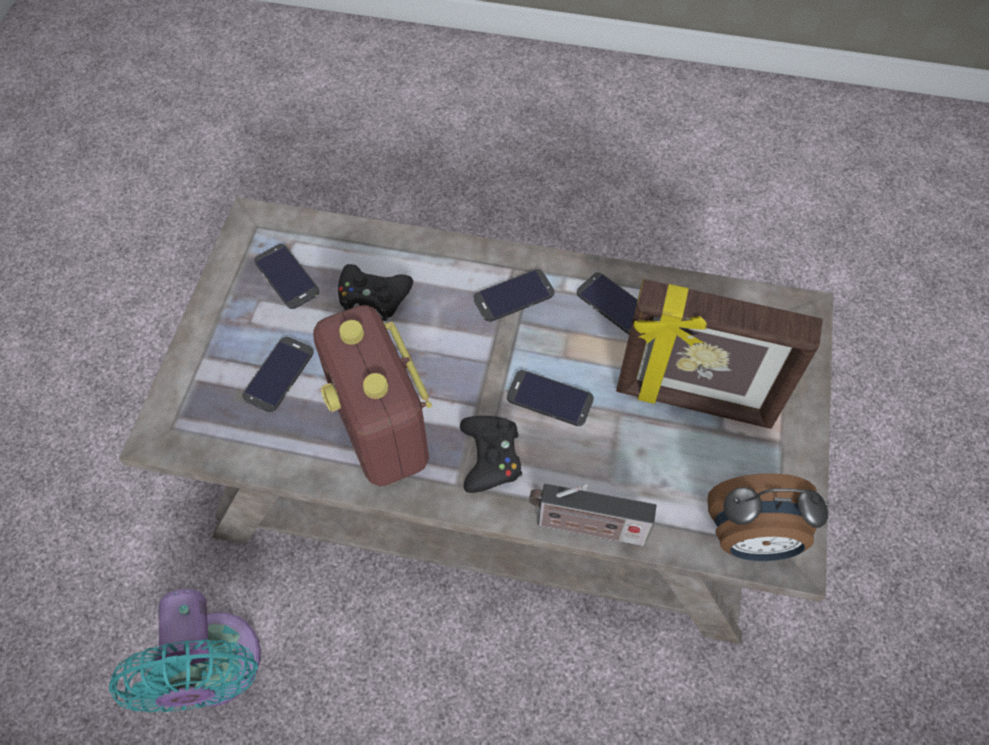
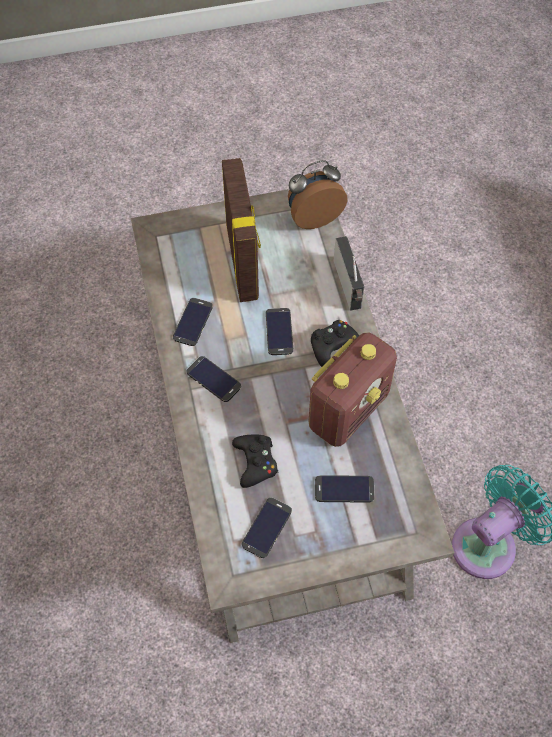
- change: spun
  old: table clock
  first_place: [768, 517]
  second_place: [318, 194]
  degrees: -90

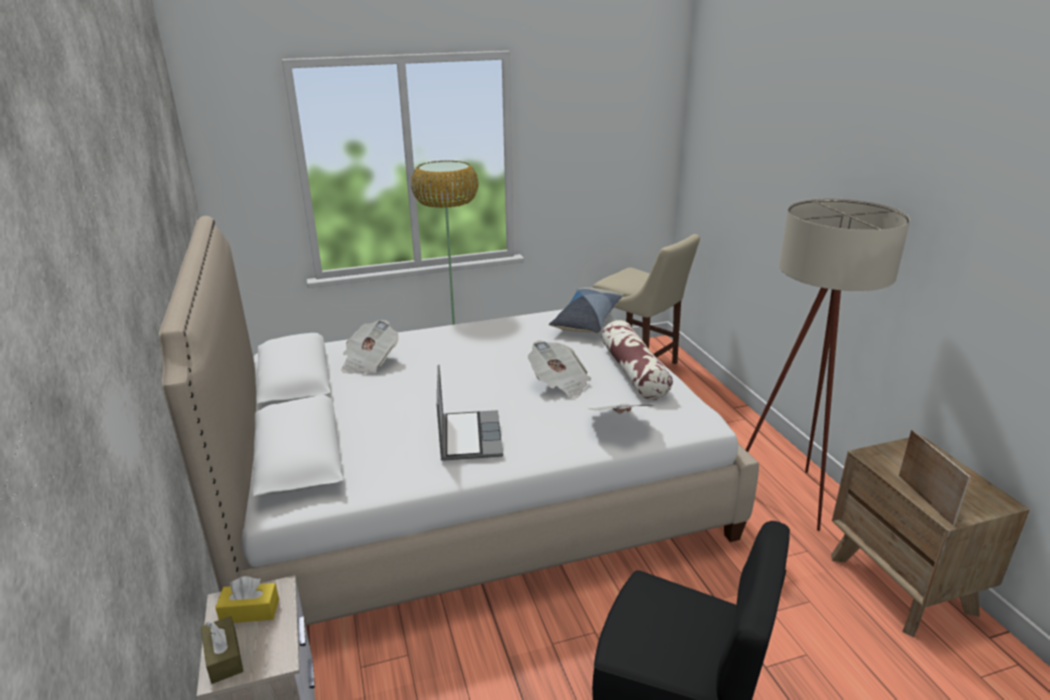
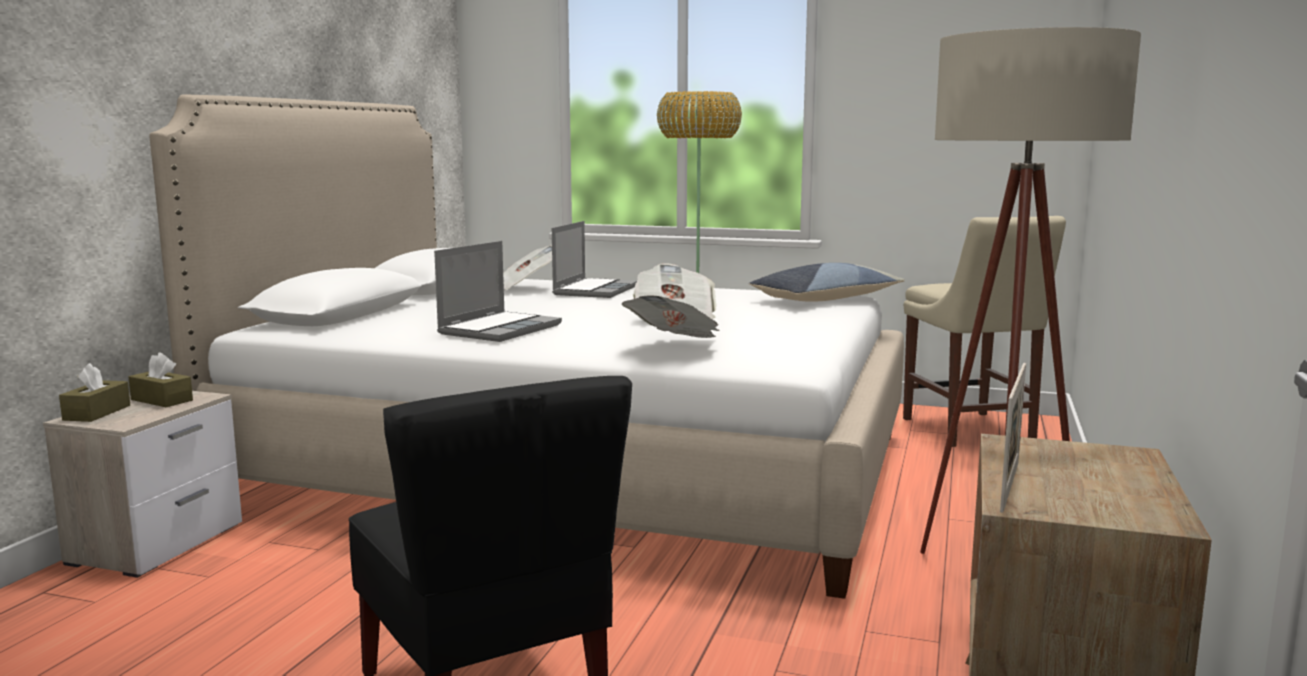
- change: colour
  old: tissue box (yellow-coloured)
  new: tissue box (brownish)
  first_place: [247, 599]
  second_place: [161, 379]
- change: missing
  old: cushion
  first_place: [637, 360]
- change: appeared
  new: portable computer
  second_place: [594, 259]

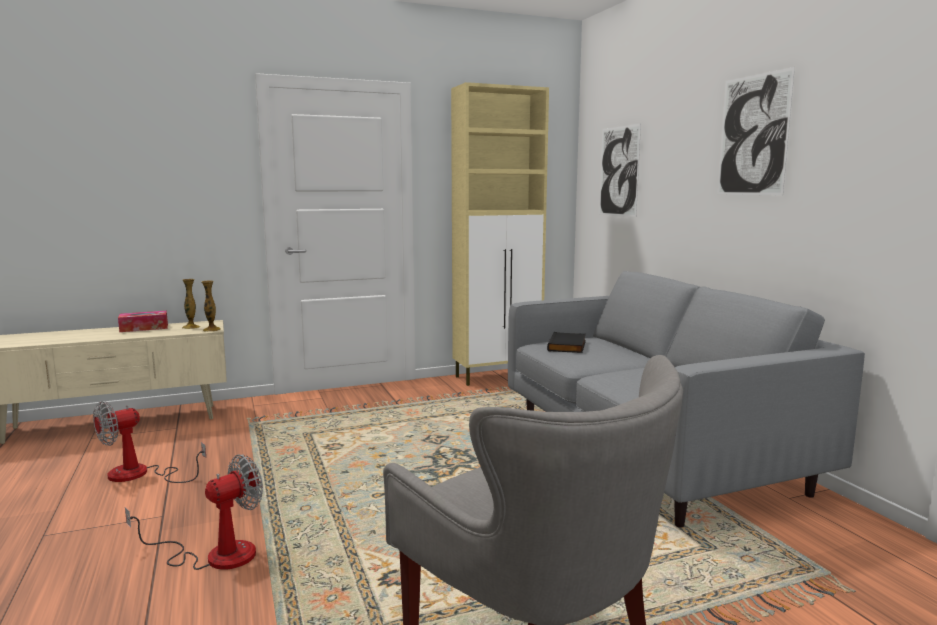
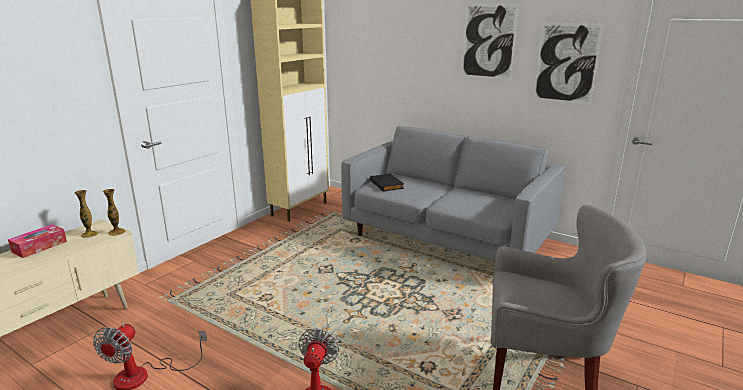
- change: relocated
  old: picture
  first_place: [620, 170]
  second_place: [568, 63]

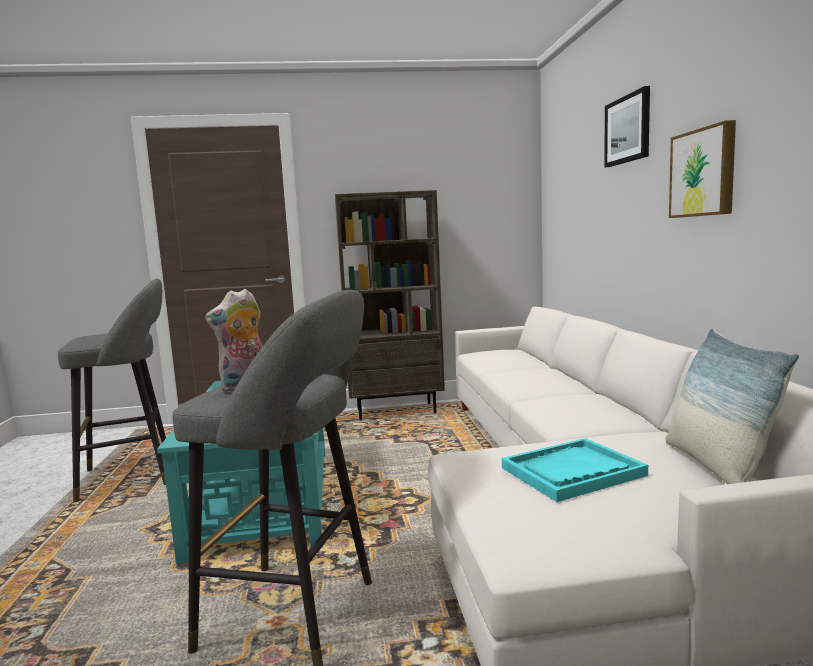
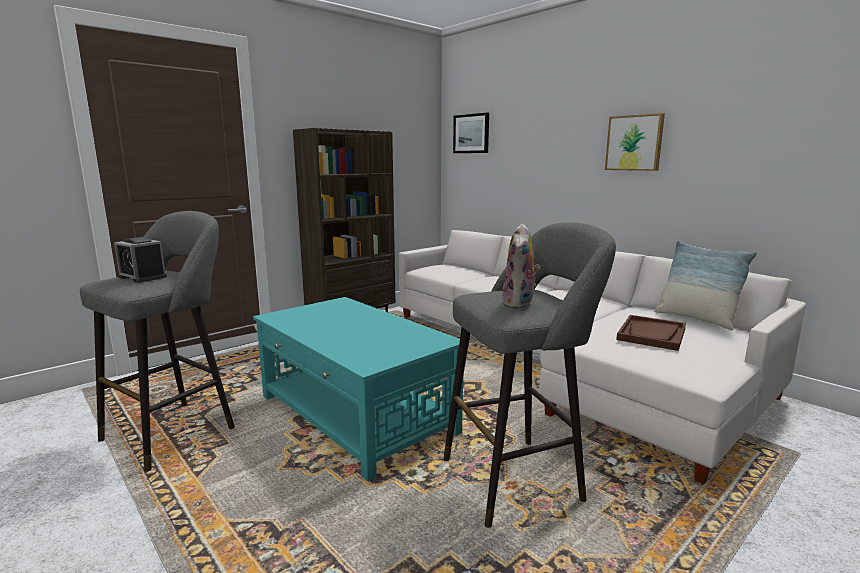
- change: colour
  old: tray (blue-green)
  new: tray (brownish)
  first_place: [575, 470]
  second_place: [651, 333]
- change: relocated
  old: picture
  first_place: [627, 126]
  second_place: [471, 133]
- change: appeared
  new: table clock
  second_place: [140, 260]

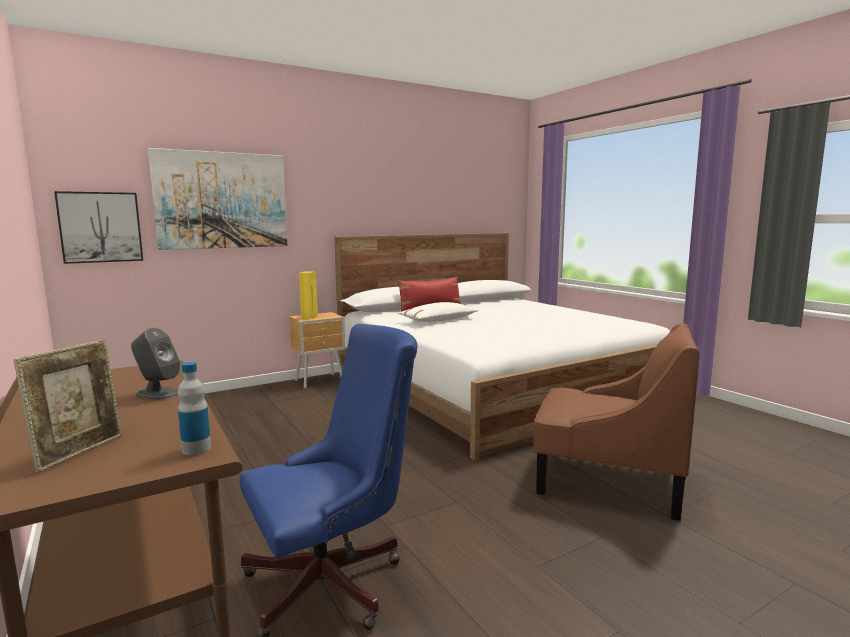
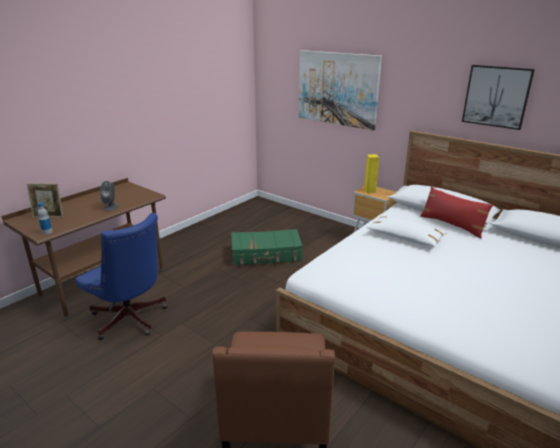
- change: relocated
  old: picture
  first_place: [98, 227]
  second_place: [498, 97]
- change: appeared
  new: suitcase (green)
  second_place: [267, 247]

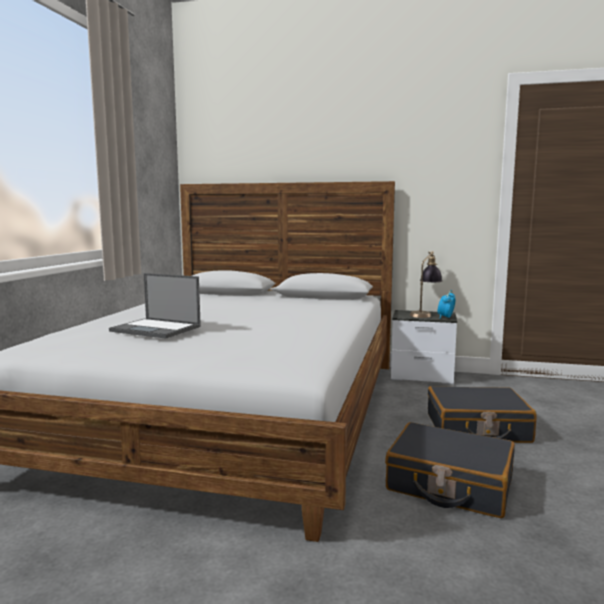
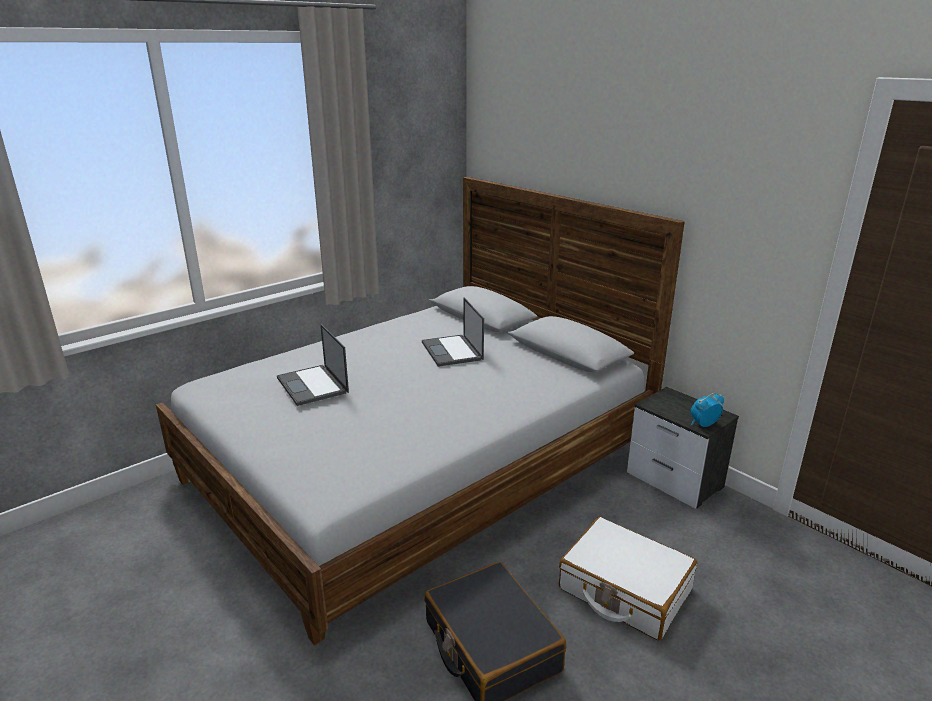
- change: missing
  old: tabletop lamp
  first_place: [426, 284]
- change: colour
  old: suitcase (blackish)
  new: suitcase (white-coloured)
  first_place: [482, 414]
  second_place: [628, 579]
- change: appeared
  new: portable computer
  second_place: [453, 332]

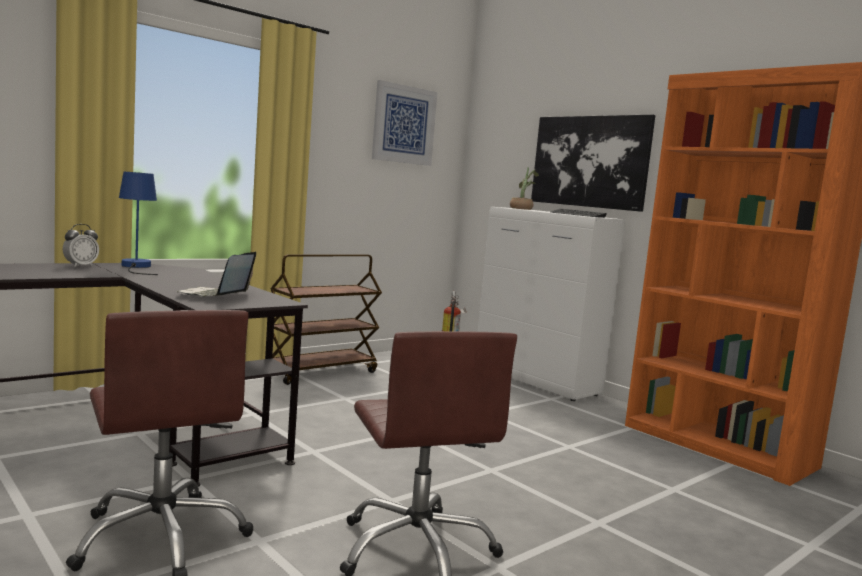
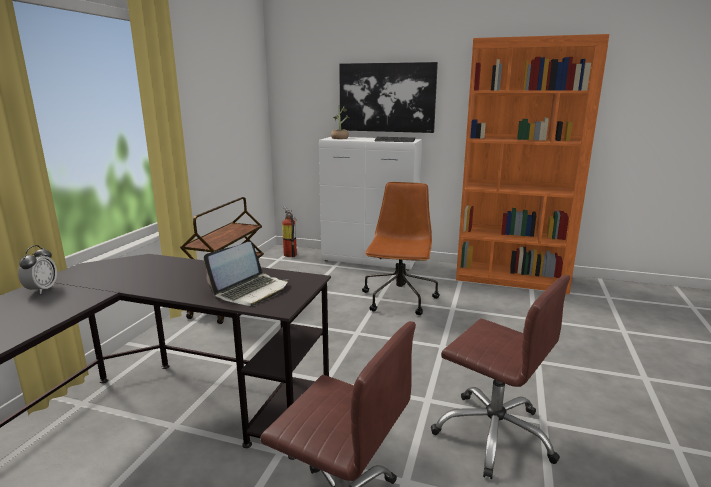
- change: missing
  old: tabletop lamp (blue)
  first_place: [138, 223]
- change: spun
  old: portable computer
  first_place: [216, 274]
  second_place: [246, 274]
  degrees: -120
- change: missing
  old: picture
  first_place: [405, 123]
- change: appeared
  new: computer chair (brownish)
  second_place: [401, 248]

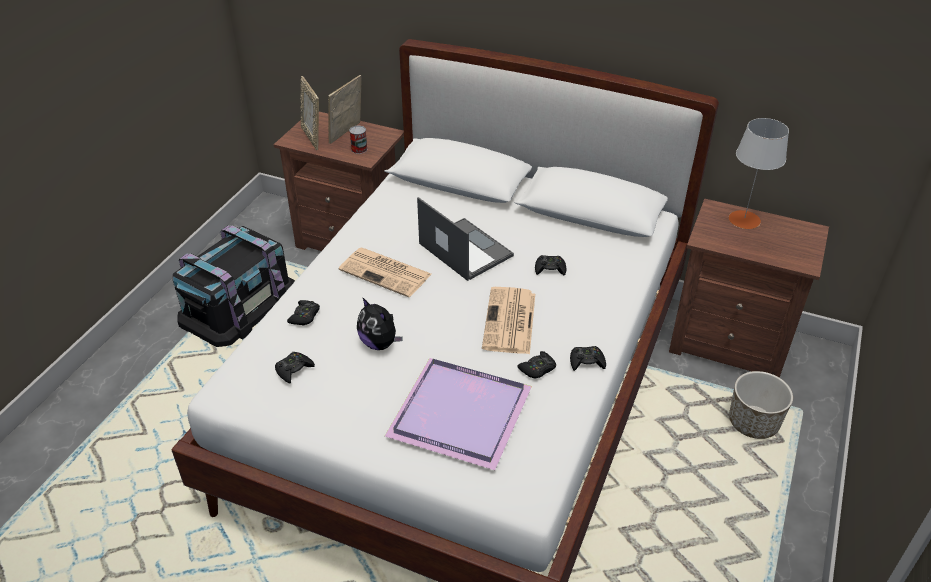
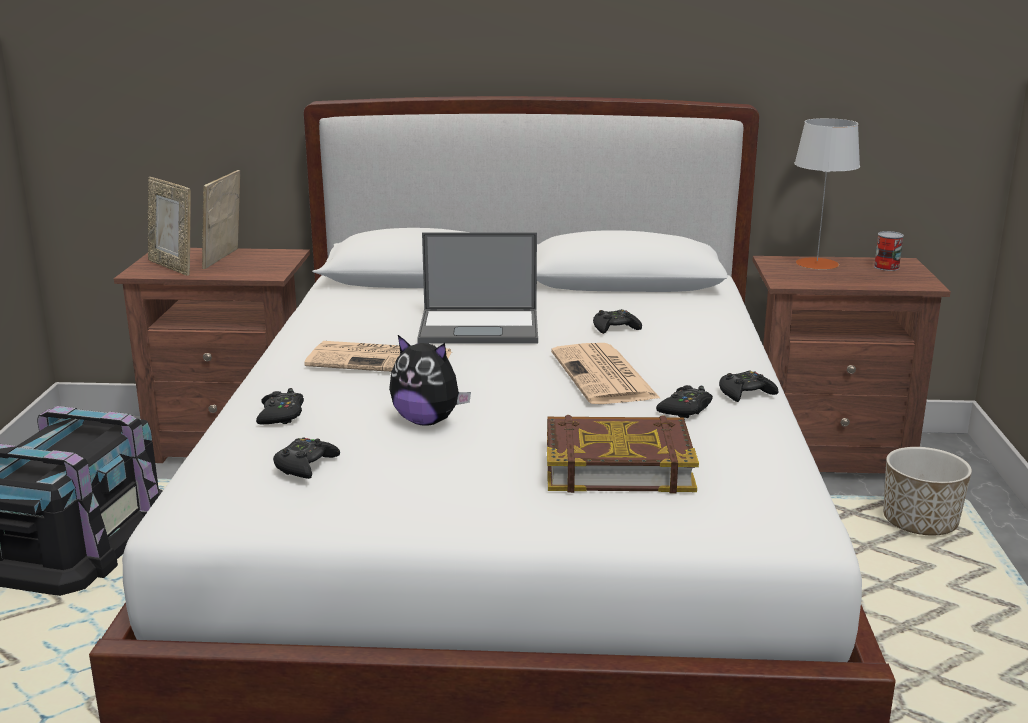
- change: relocated
  old: sealed can
  first_place: [358, 140]
  second_place: [889, 251]
- change: exchanged
  old: tray (purple)
  new: volume
  first_place: [458, 414]
  second_place: [623, 454]
- change: spun
  old: portable computer
  first_place: [465, 239]
  second_place: [477, 288]
  degrees: 150

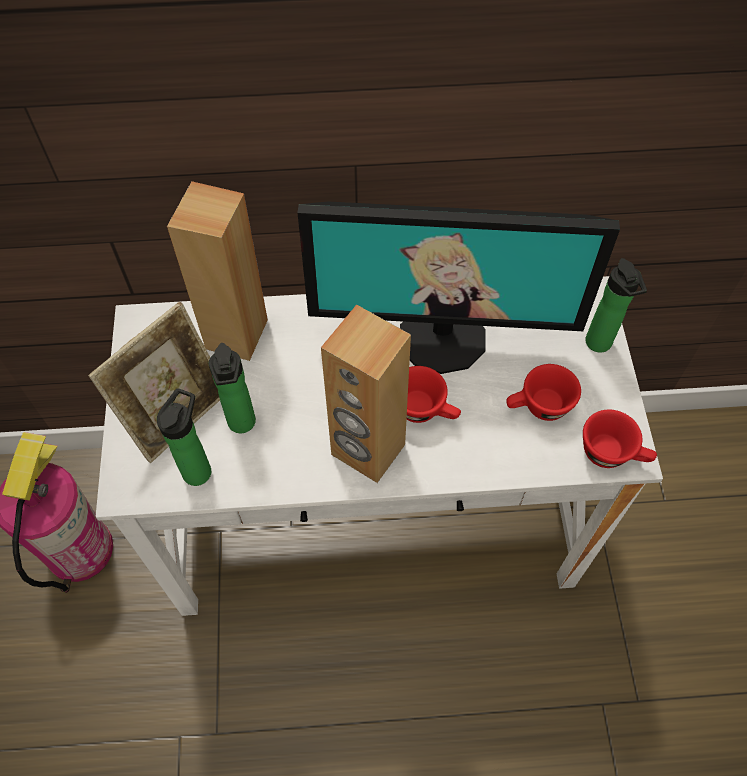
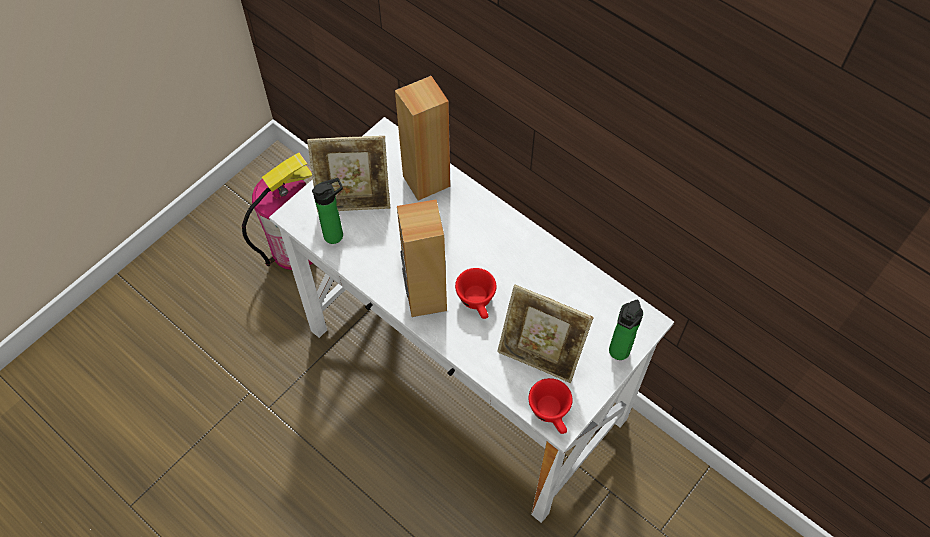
- change: missing
  old: bottle
  first_place: [232, 388]
- change: missing
  old: computer display
  first_place: [459, 287]
- change: exchanged
  old: cup (red-coloured)
  new: picture frame
  first_place: [543, 392]
  second_place: [545, 334]

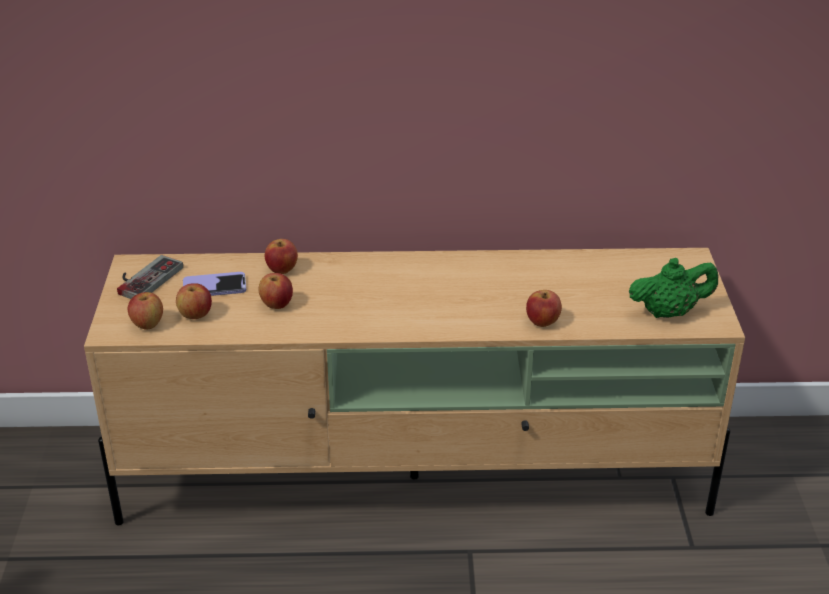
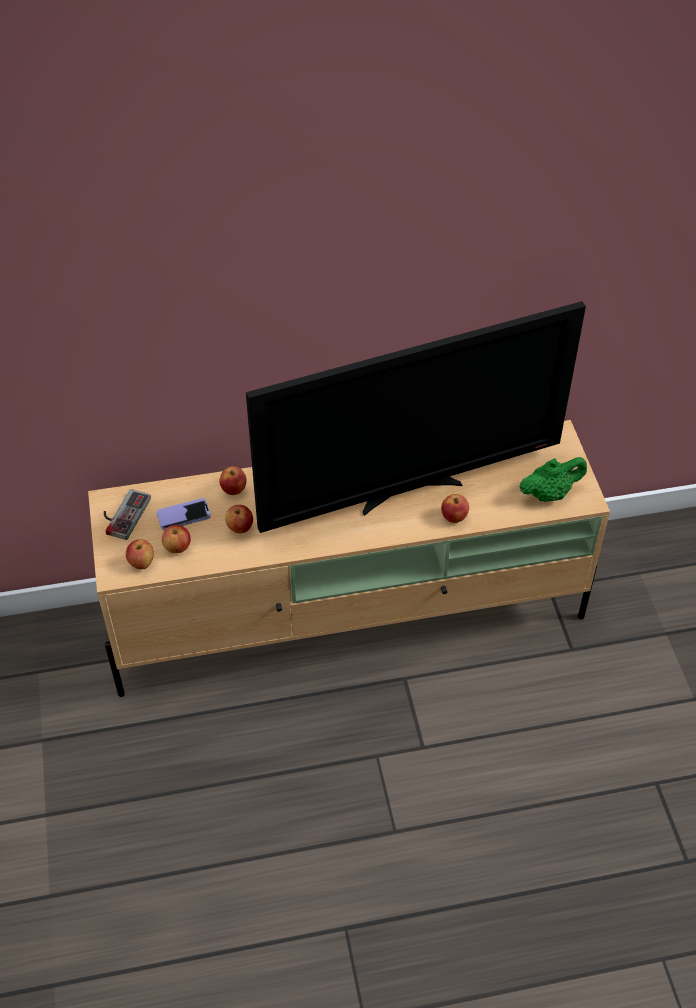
- change: appeared
  new: TV
  second_place: [416, 417]

